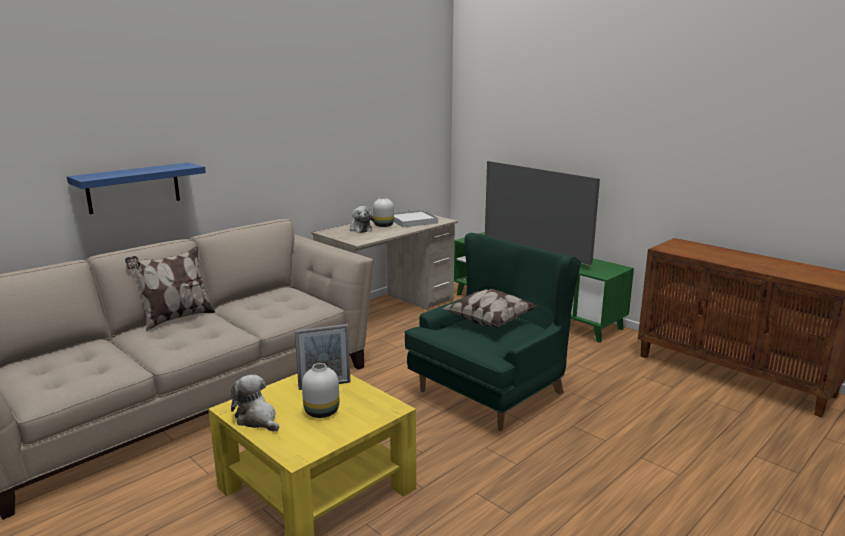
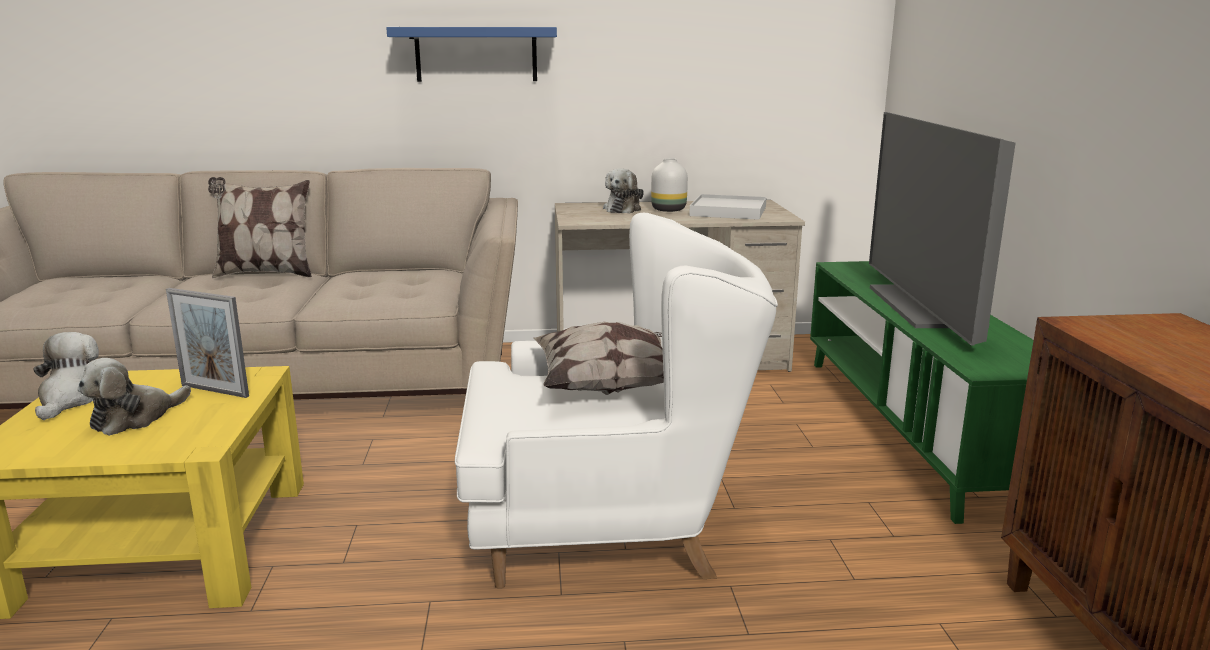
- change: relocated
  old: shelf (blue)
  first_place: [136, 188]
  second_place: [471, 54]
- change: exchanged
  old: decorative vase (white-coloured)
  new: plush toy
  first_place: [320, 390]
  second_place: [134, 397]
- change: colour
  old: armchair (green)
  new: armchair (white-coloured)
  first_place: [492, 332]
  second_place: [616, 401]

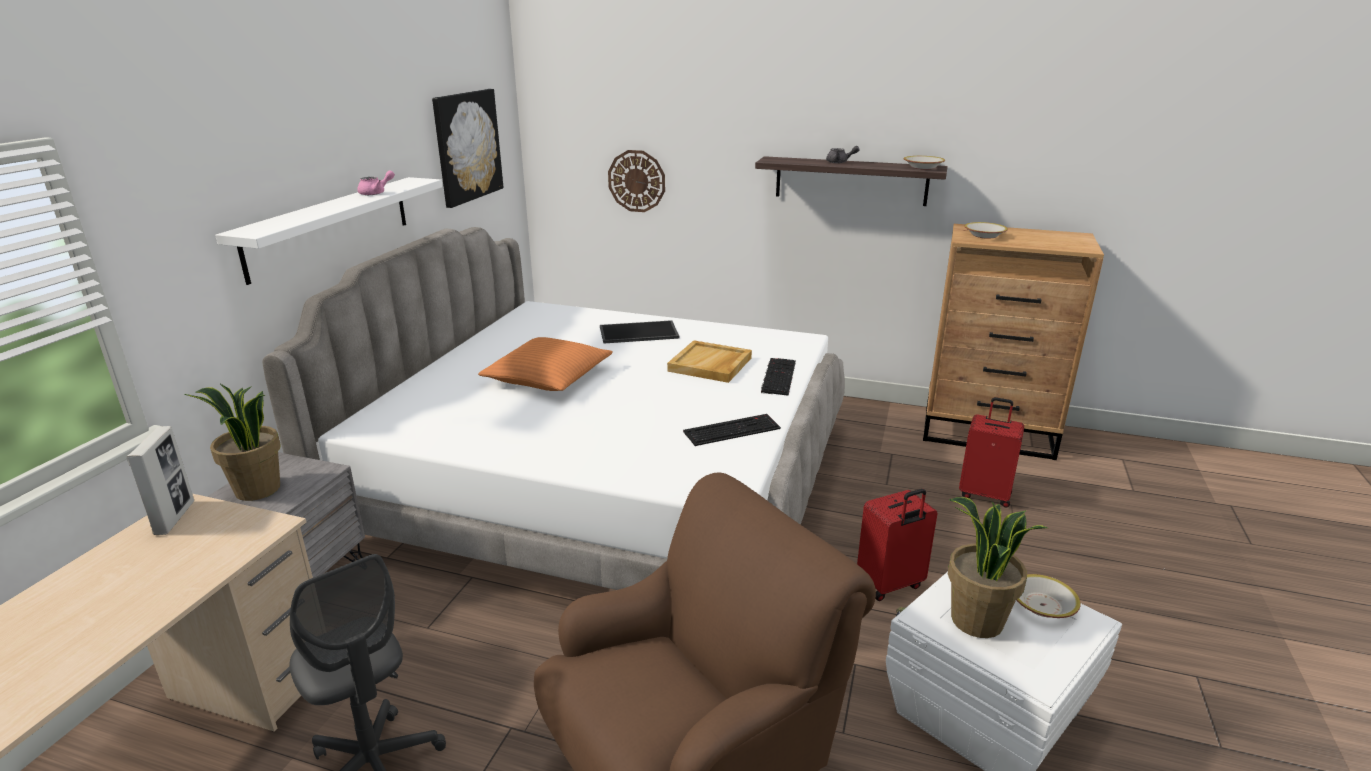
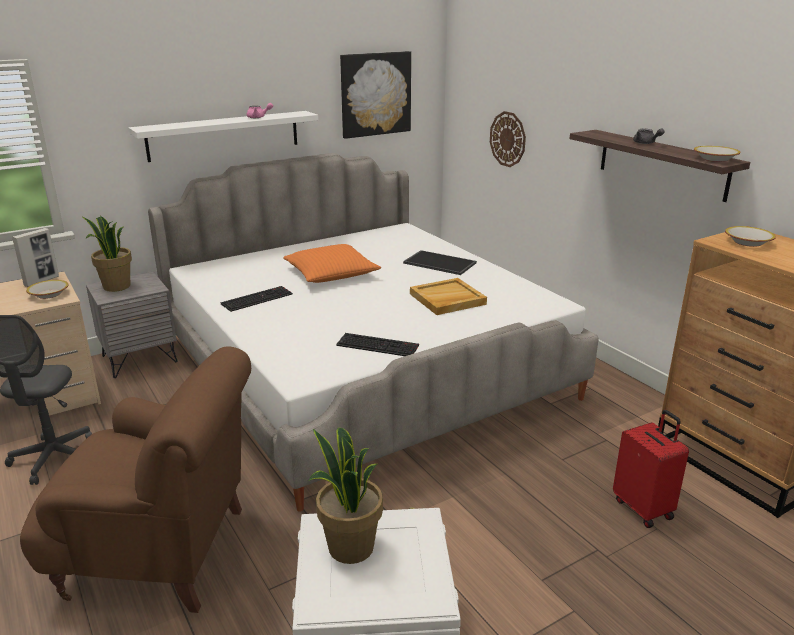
- change: relocated
  old: computer keyboard
  first_place: [778, 377]
  second_place: [256, 299]
- change: missing
  old: suitcase (red-coloured)
  first_place: [897, 545]
- change: relocated
  old: bowl
  first_place: [1048, 596]
  second_place: [47, 289]

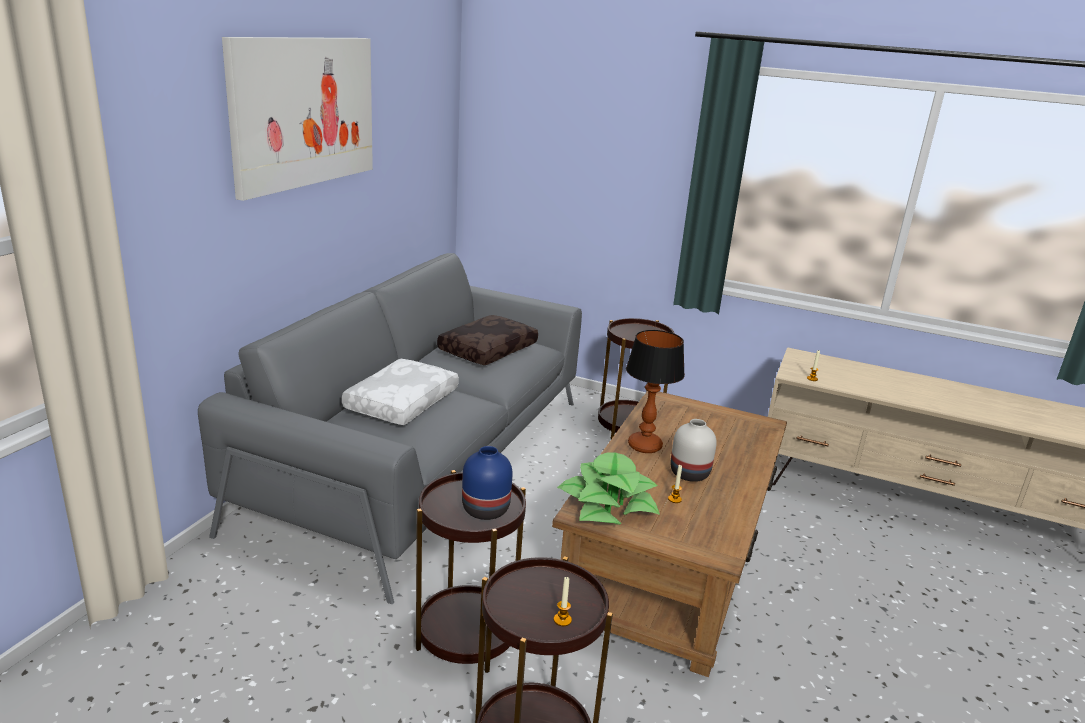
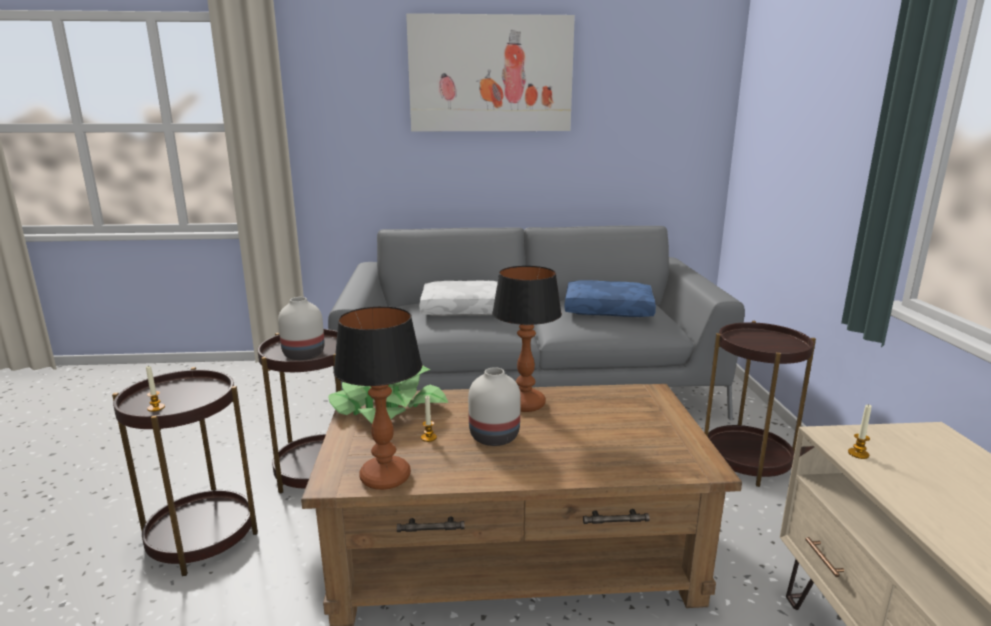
- change: colour
  old: cushion (brownish)
  new: cushion (blue)
  first_place: [487, 340]
  second_place: [610, 298]
- change: colour
  old: decorative vase (blue)
  new: decorative vase (white-coloured)
  first_place: [487, 483]
  second_place: [301, 328]
- change: appeared
  new: tabletop lamp
  second_place: [377, 398]

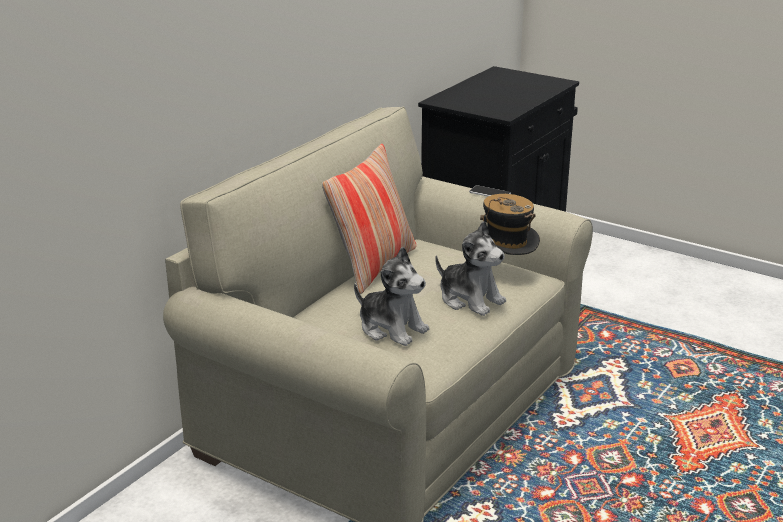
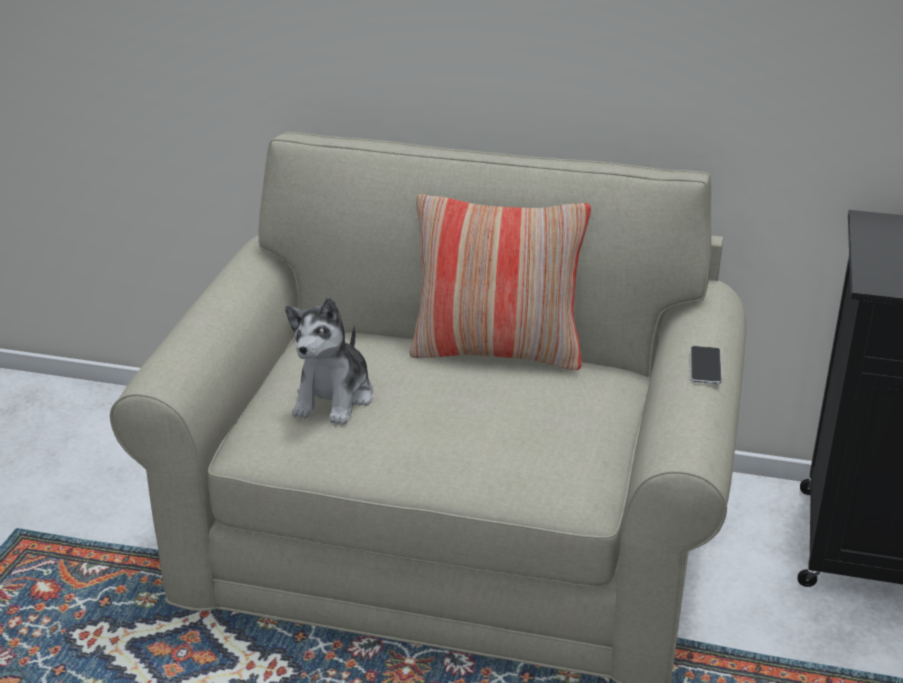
- change: missing
  old: plush toy
  first_place: [470, 268]
- change: missing
  old: wearable hat
  first_place: [510, 224]

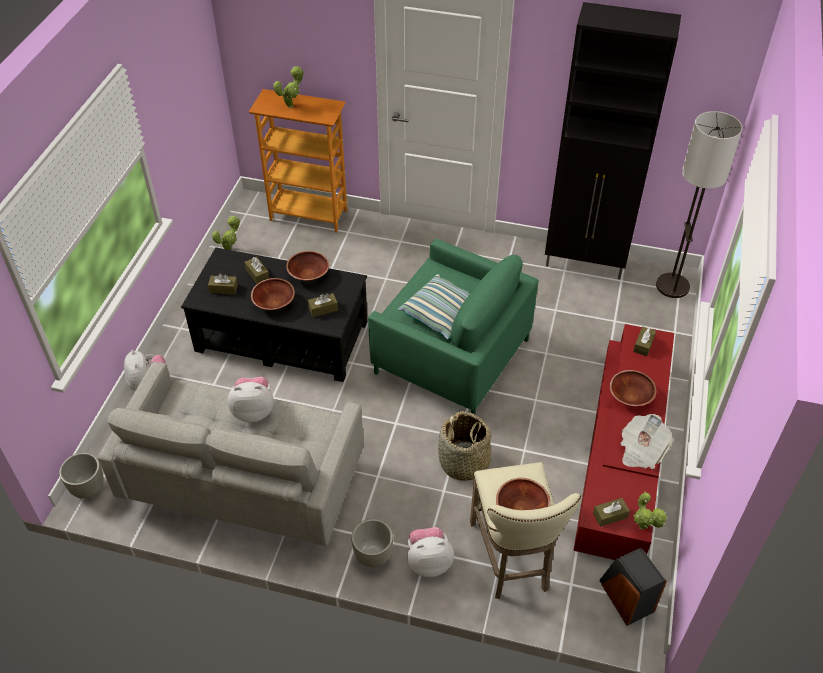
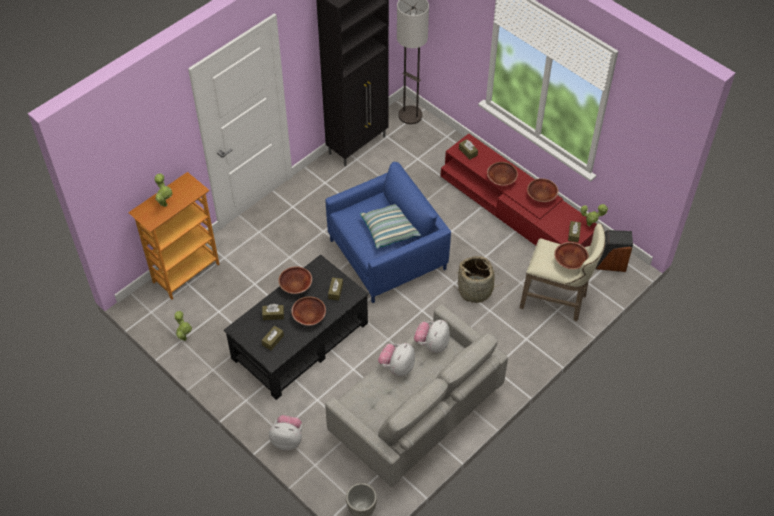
- change: missing
  old: plant pot (greyish)
  first_place: [372, 543]
- change: colour
  old: armchair (green)
  new: armchair (blue)
  first_place: [453, 327]
  second_place: [388, 232]
- change: relocated
  old: plush toy
  first_place: [430, 552]
  second_place: [432, 336]
- change: exchanged
  old: printed paper
  new: bowl (brownish)
  first_place: [646, 441]
  second_place: [542, 190]

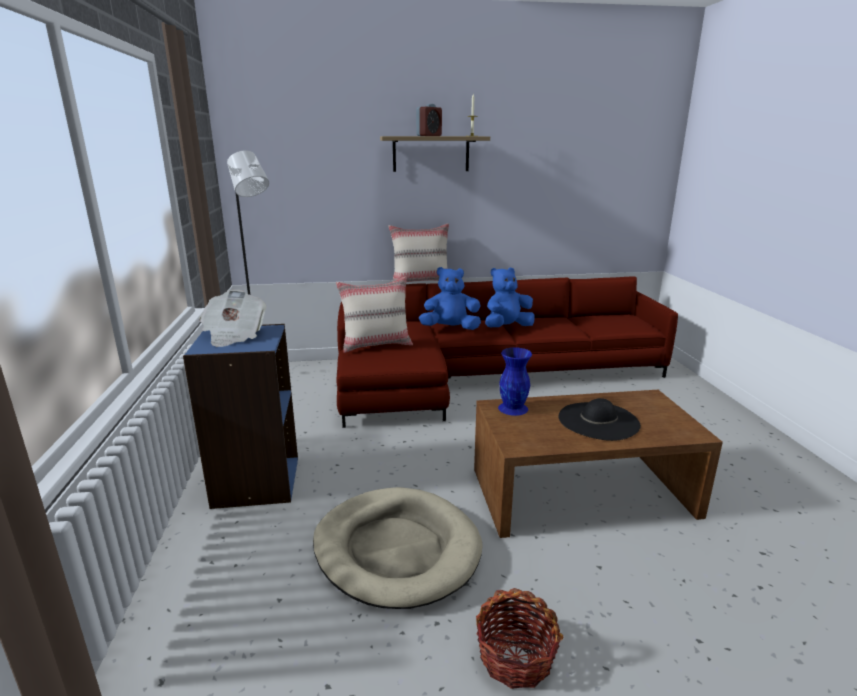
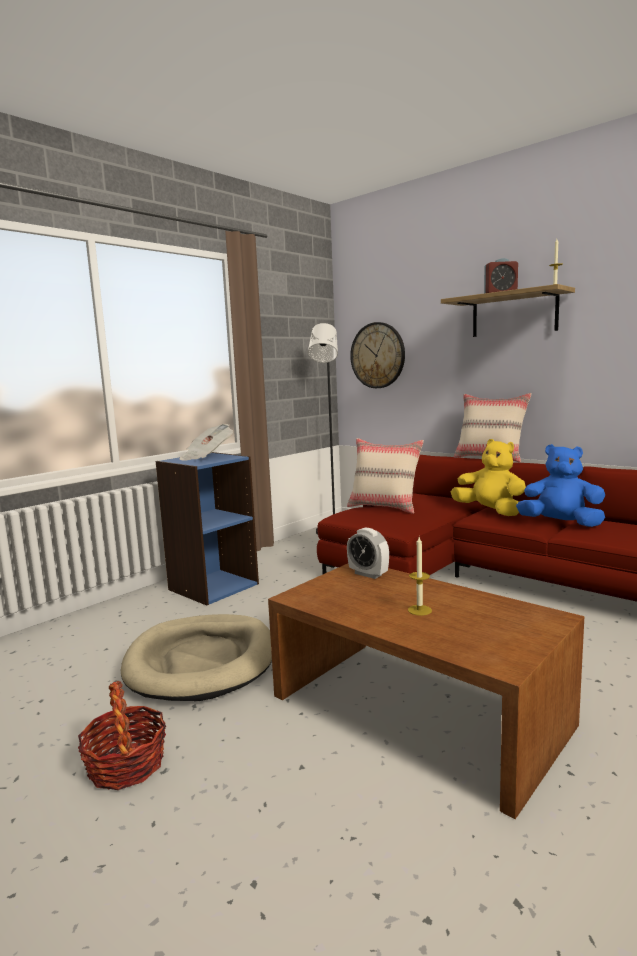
- change: colour
  old: plush toy (blue)
  new: plush toy (yellow-coloured)
  first_place: [450, 298]
  second_place: [488, 477]
- change: exchanged
  old: decorative vase (blue)
  new: table clock
  first_place: [515, 381]
  second_place: [368, 553]
- change: exchanged
  old: wearable hat (blackish)
  new: wax light
  first_place: [599, 419]
  second_place: [420, 576]
- change: appeared
  new: wall clock
  second_place: [377, 355]

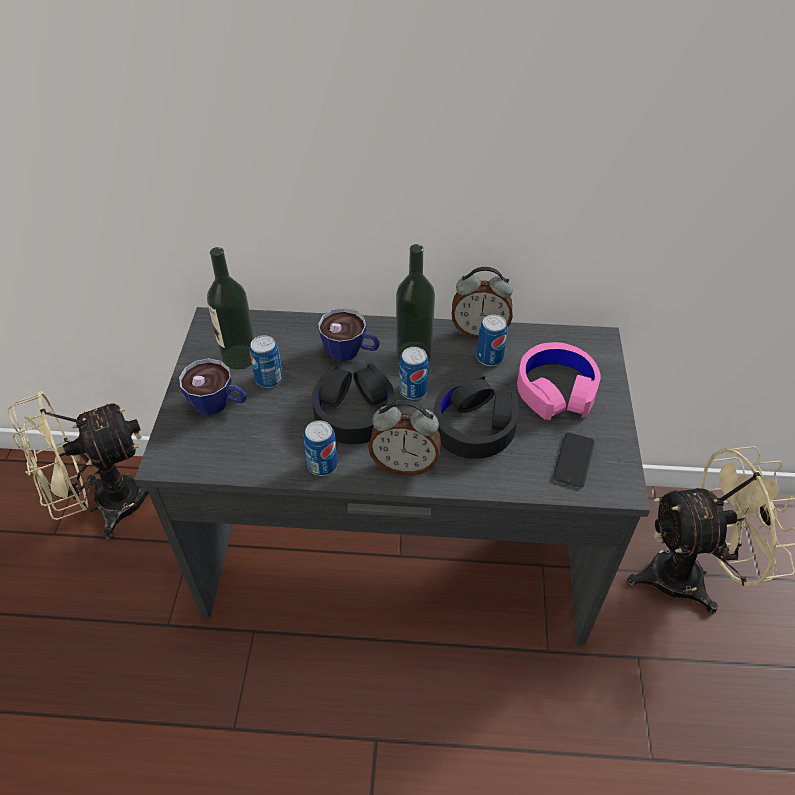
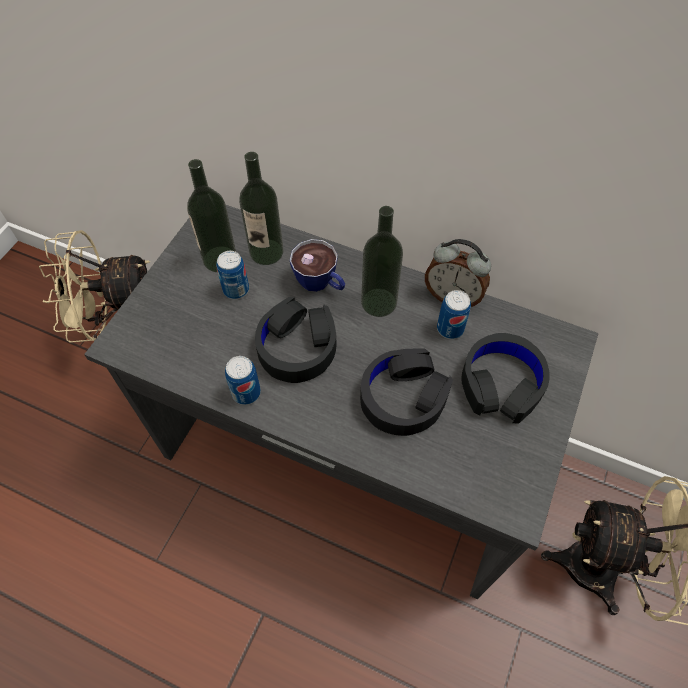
- change: missing
  old: cup
  first_place: [213, 386]
- change: missing
  old: table clock
  first_place: [404, 438]
- change: missing
  old: sealed can
  first_place: [414, 373]
- change: colour
  old: headphones (pink-coloured)
  new: headphones (blackish)
  first_place: [559, 381]
  second_place: [505, 378]
- change: missing
  old: handset
  first_place: [574, 460]
- change: appeared
  new: bottle
  second_place: [261, 208]

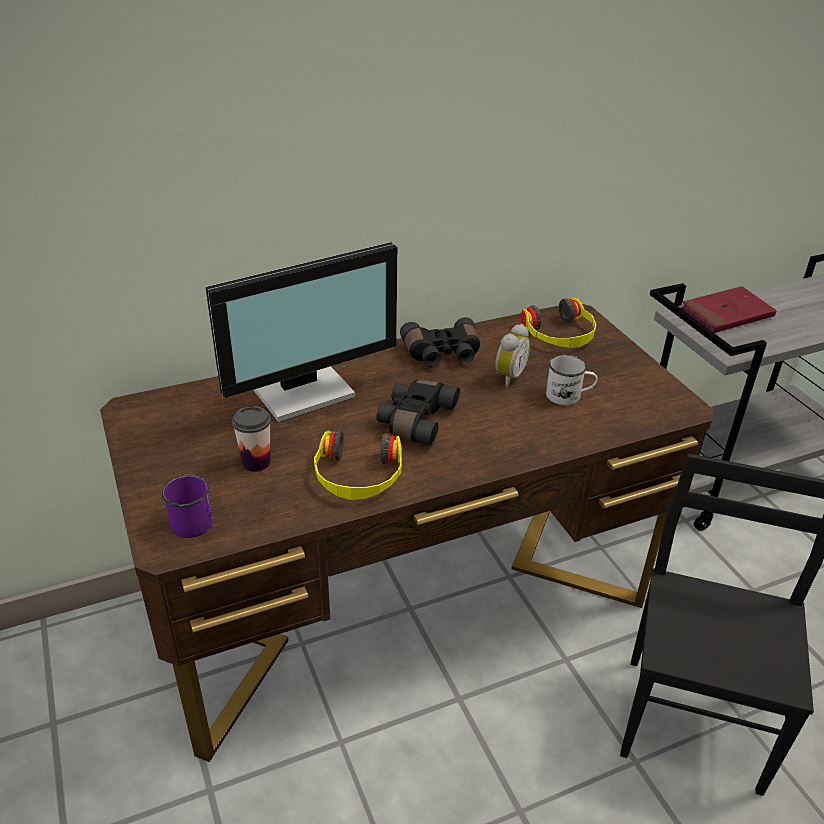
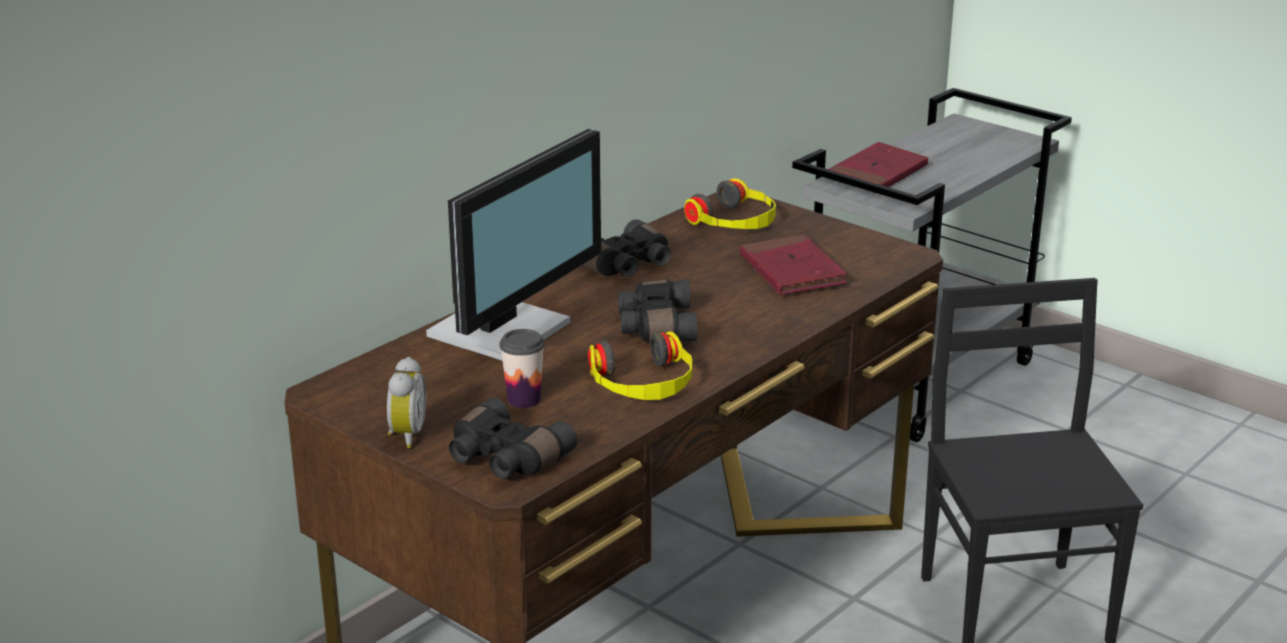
- change: exchanged
  old: tea mug (purple)
  new: pair of binoculars (blackish)
  first_place: [187, 506]
  second_place: [513, 438]
- change: relocated
  old: table clock
  first_place: [512, 355]
  second_place: [406, 402]
- change: exchanged
  old: tea mug (white-coloured)
  new: volume (red-coloured)
  first_place: [572, 380]
  second_place: [793, 264]

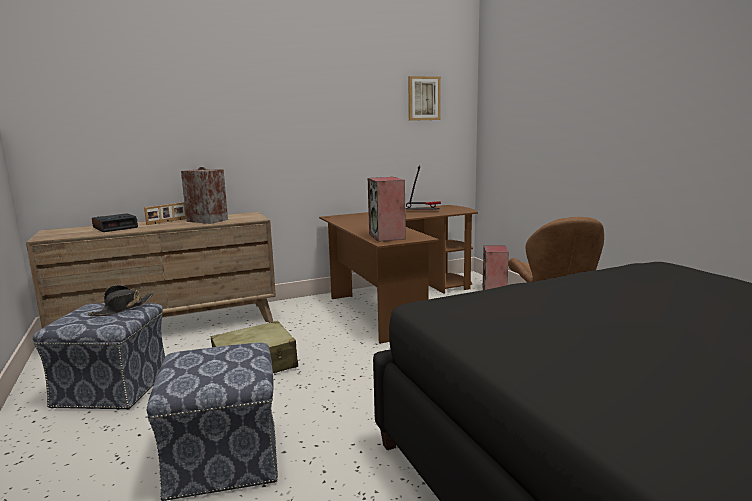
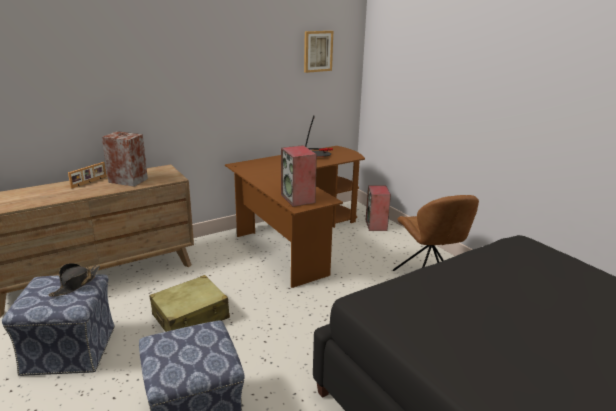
- change: missing
  old: table clock
  first_place: [115, 222]

